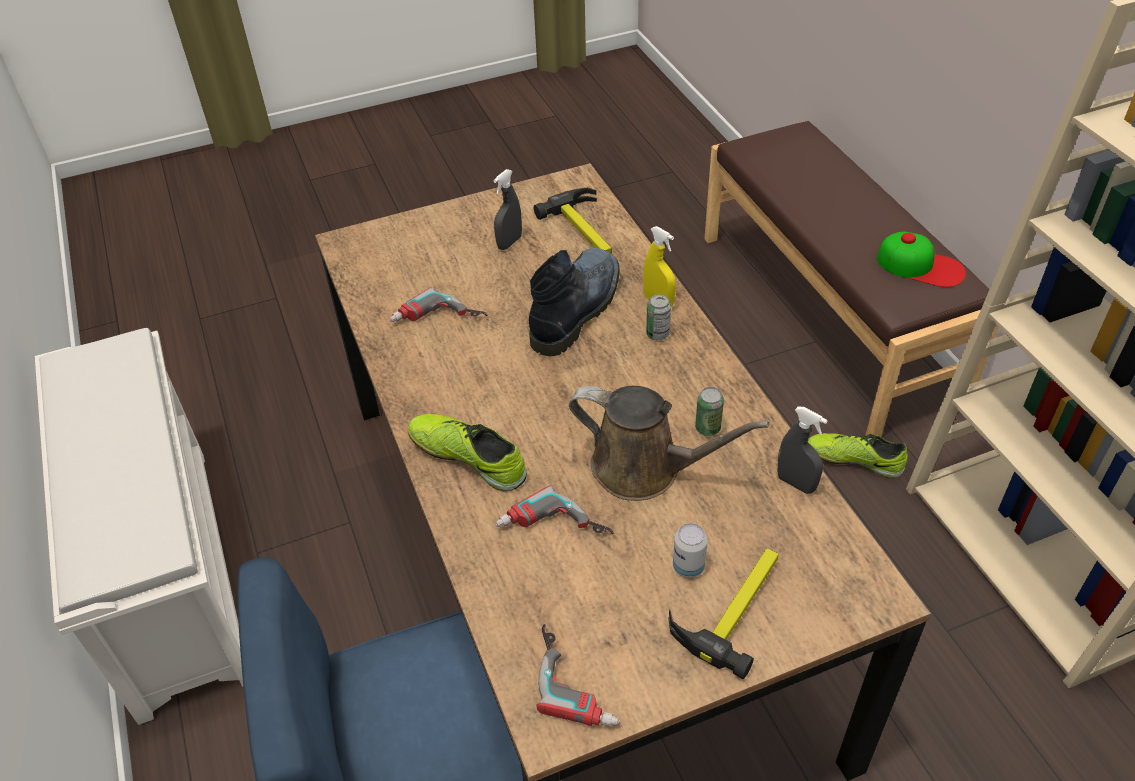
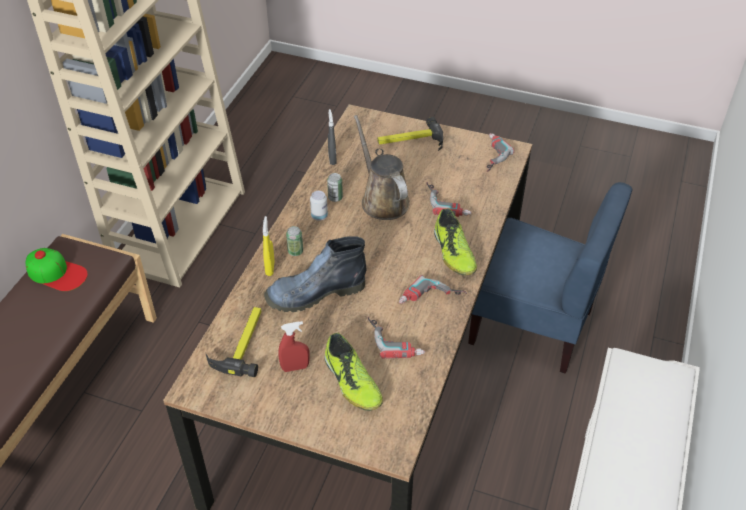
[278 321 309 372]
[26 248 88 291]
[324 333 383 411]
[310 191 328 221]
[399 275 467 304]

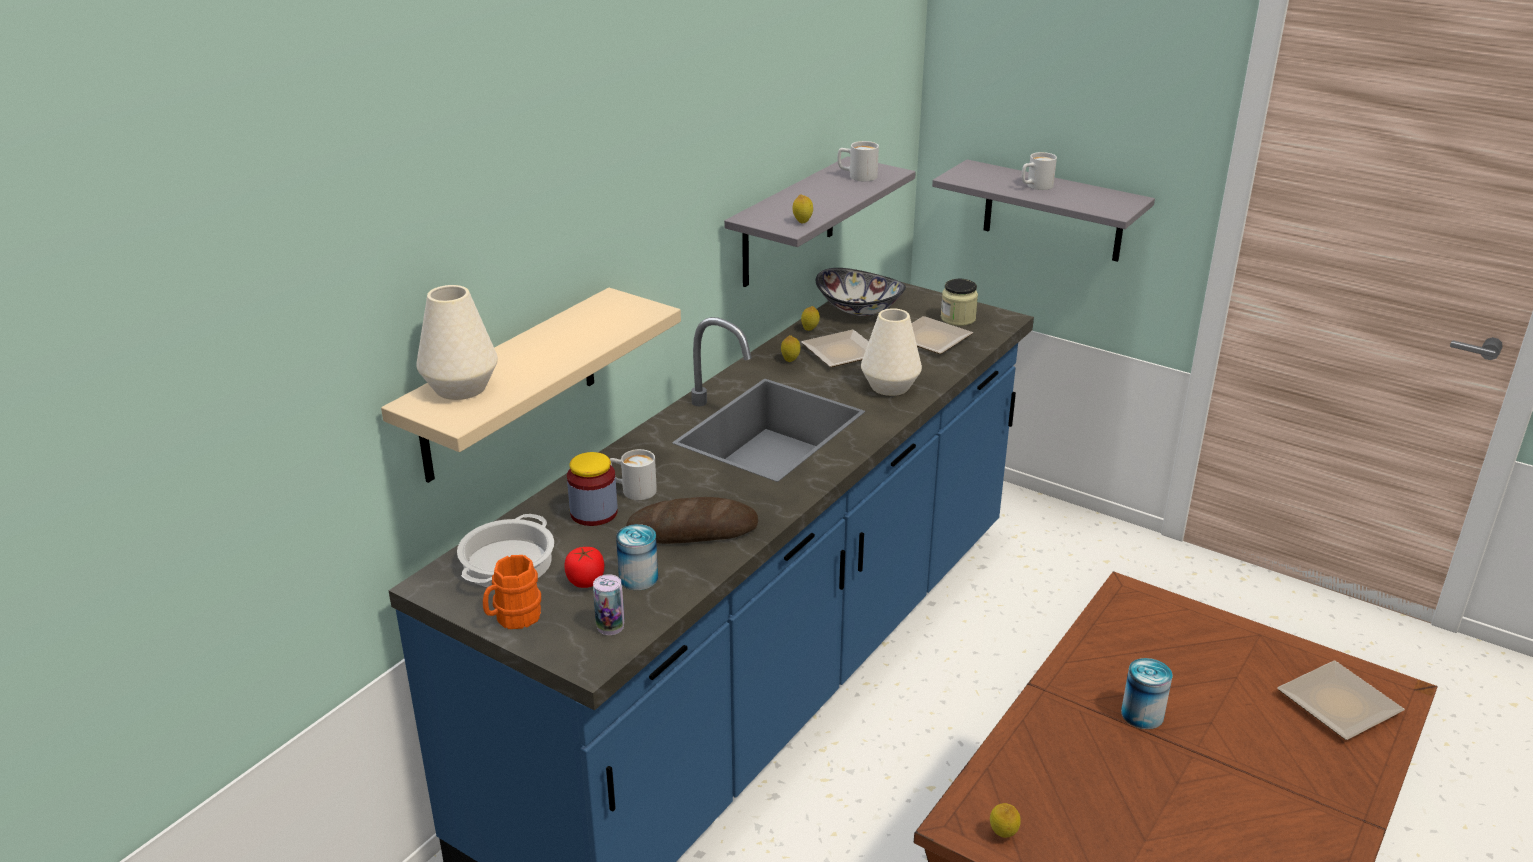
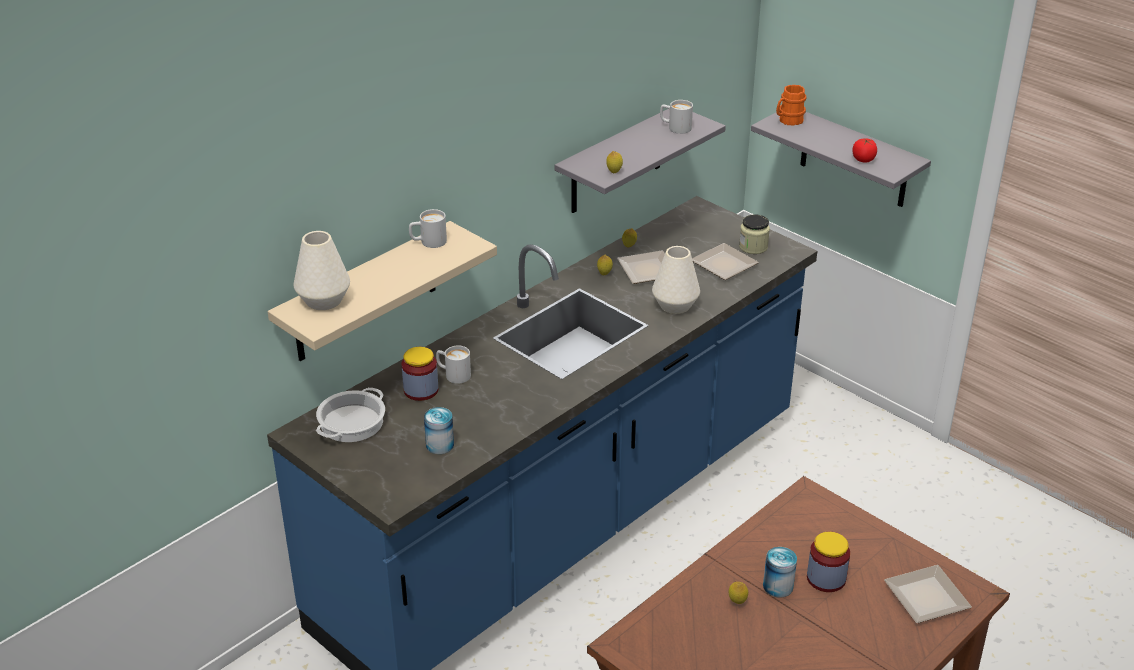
[409 209 447 248]
[816 268 906 316] (first image)
[626 497 758 544] (first image)
[852 138 877 163]
[776 85 807 126]
[593 574 625 635] (first image)
[729 582 748 604]
[807 532 850 592]

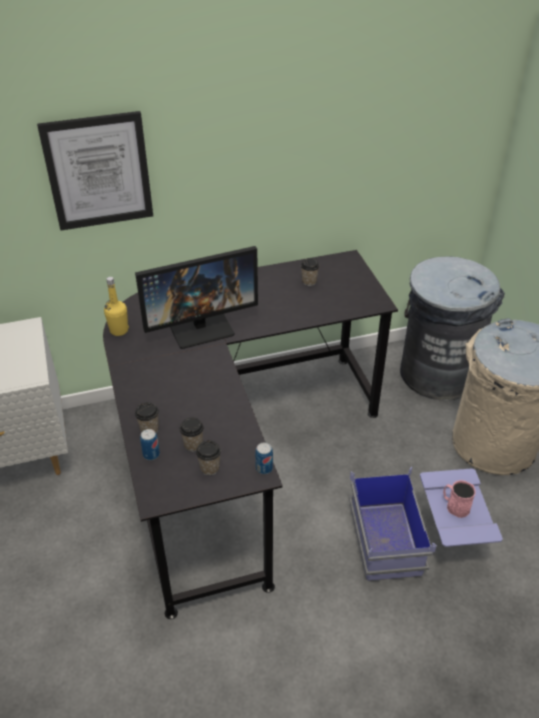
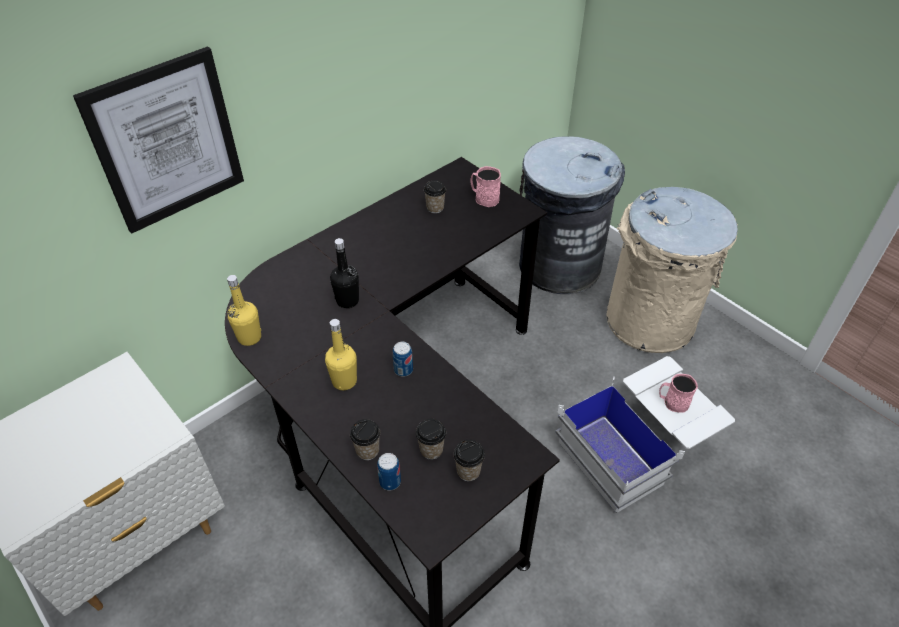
[330 238 359 308]
[393 342 413 377]
[555 356 735 513]
[470 166 501 207]
[325 319 357 390]

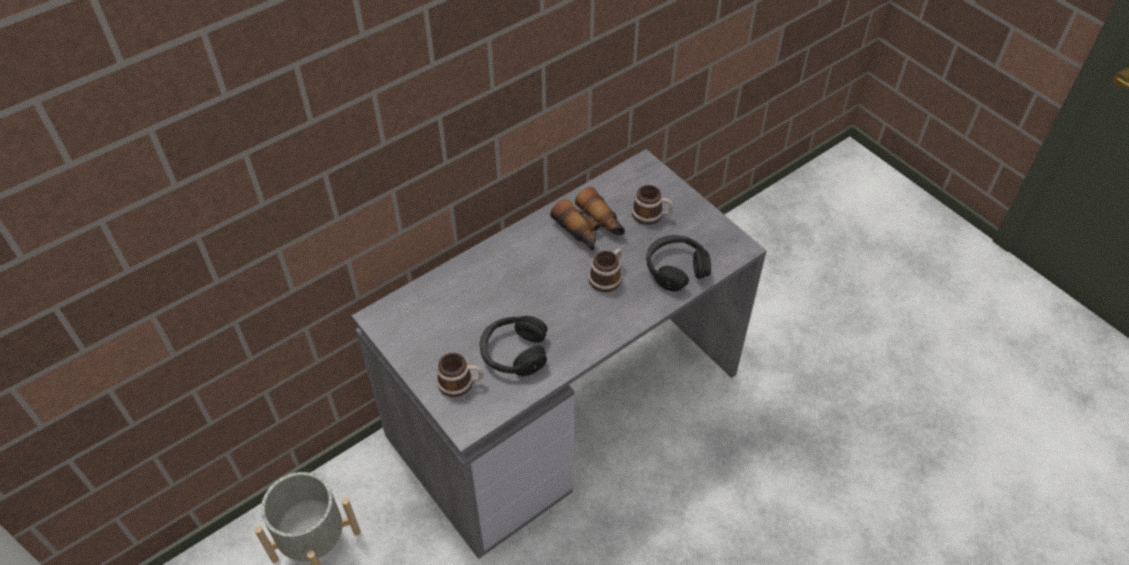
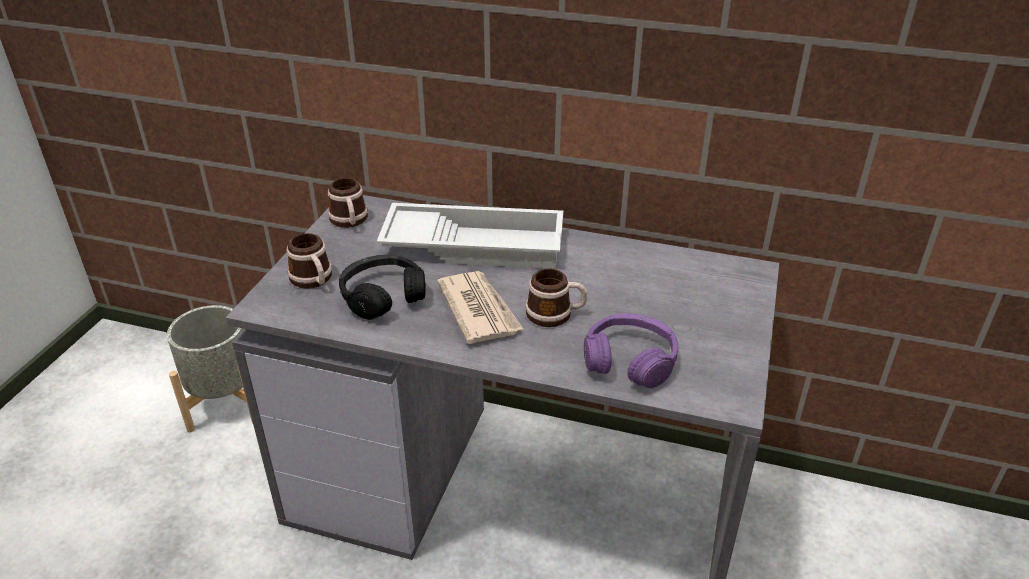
[328 178 368 228]
[550 187 625 251] (first image)
[584 313 678 388]
[377 203 563 269]
[437 271 523 344]

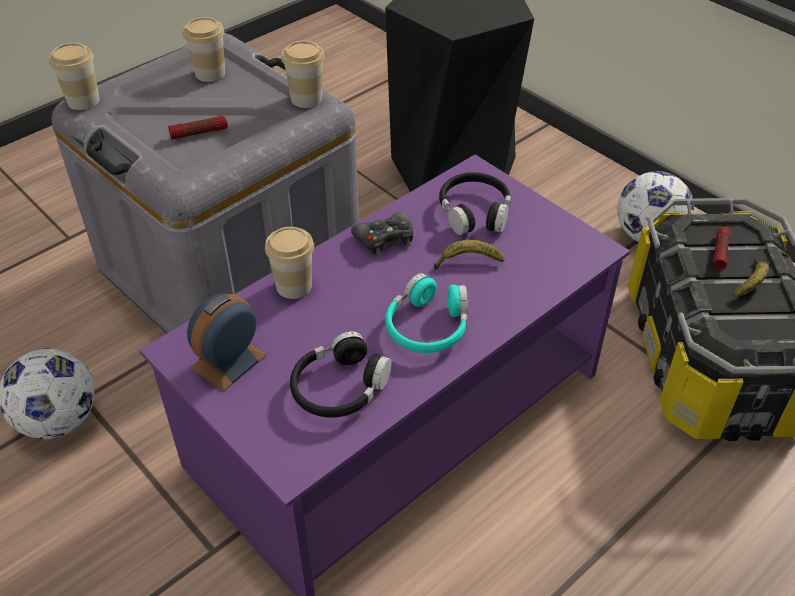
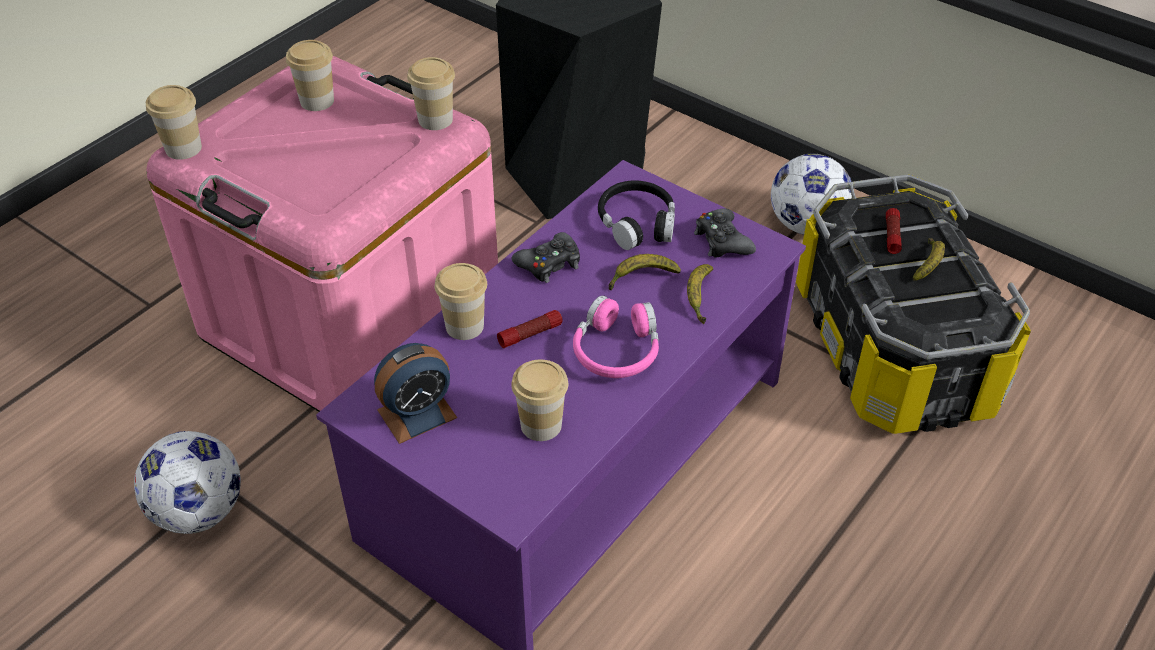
[146 56 498 412]
[497 310 563 348]
[573 296 659 378]
[374 343 457 444]
[511 360 568 441]
[694 208 756 258]
[687 264 714 324]

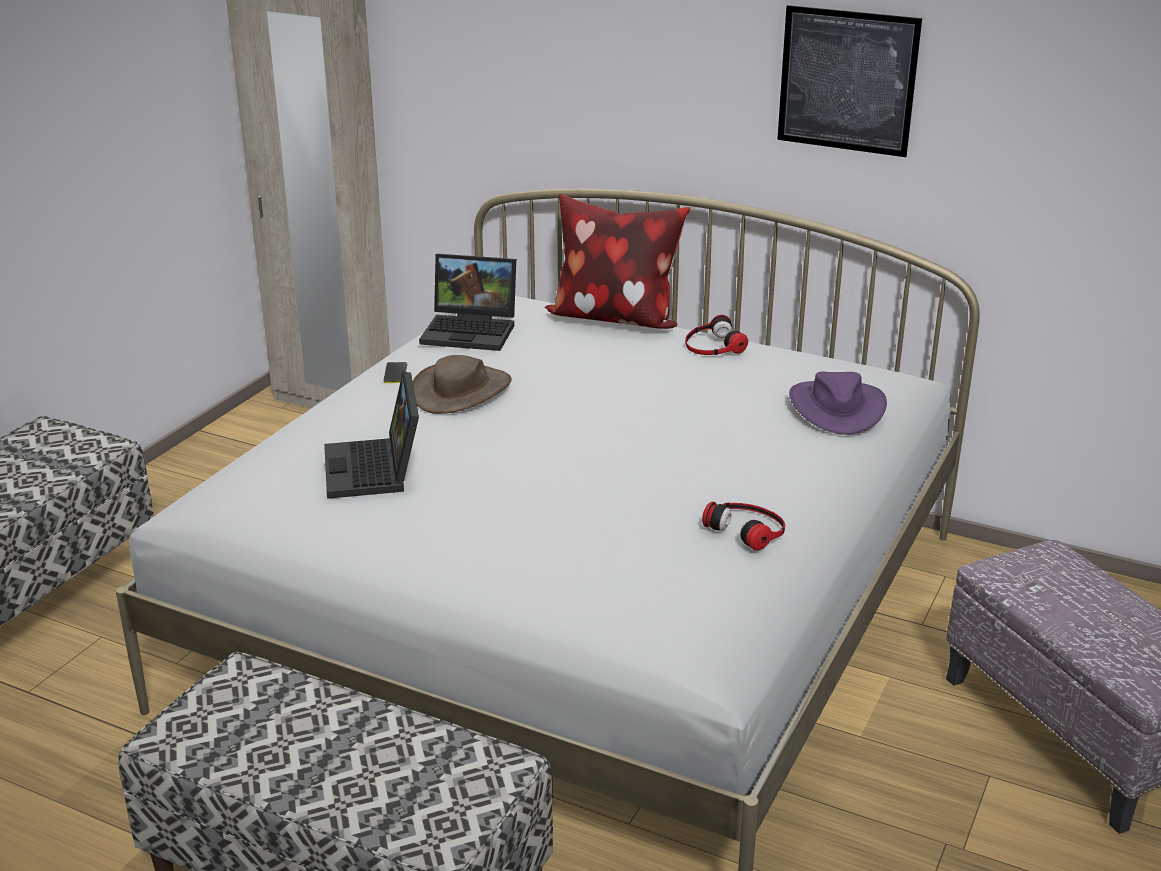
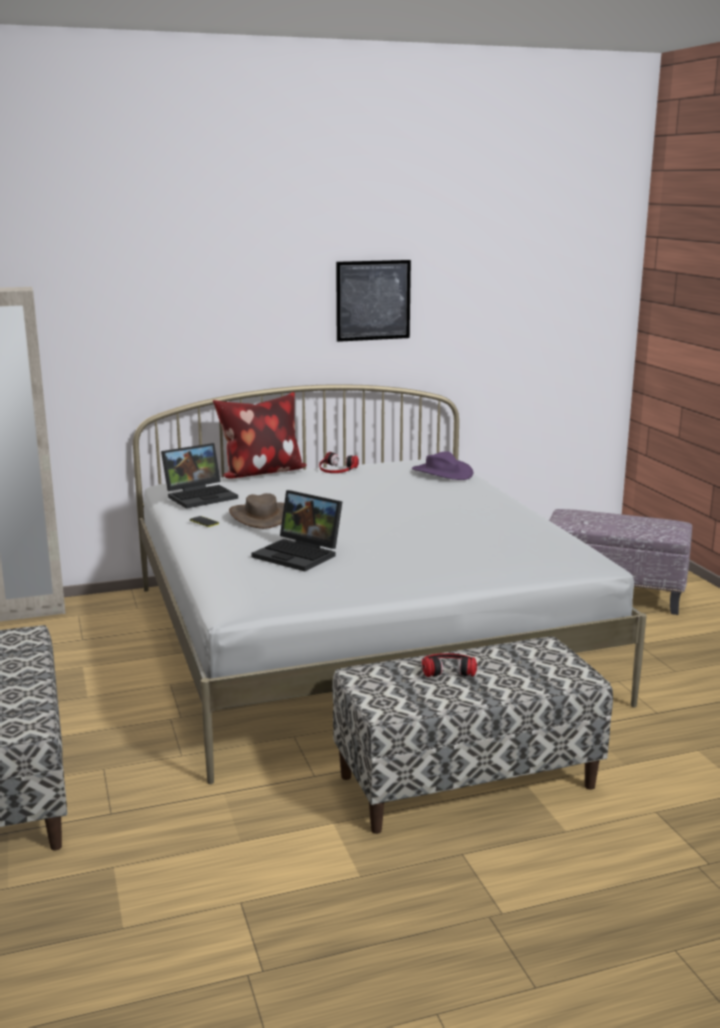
[422 653 477 677]

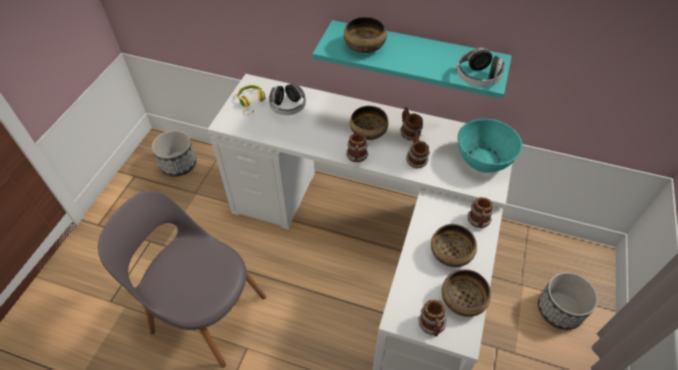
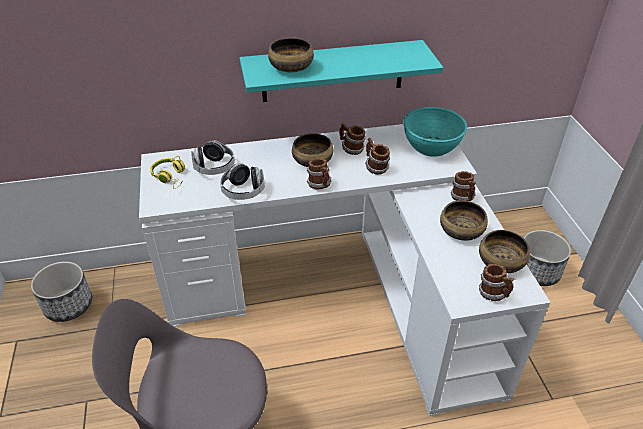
[220 163 265 200]

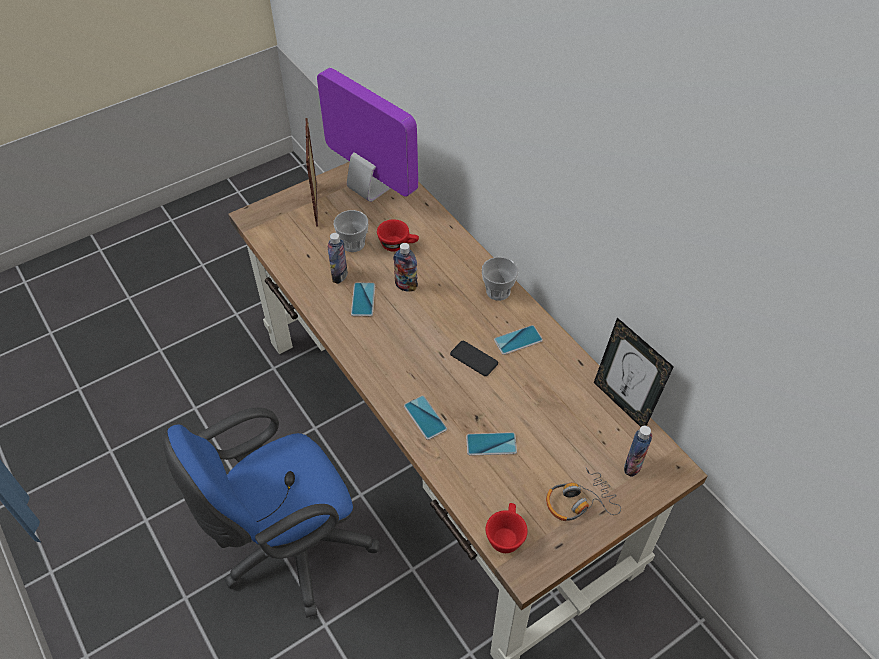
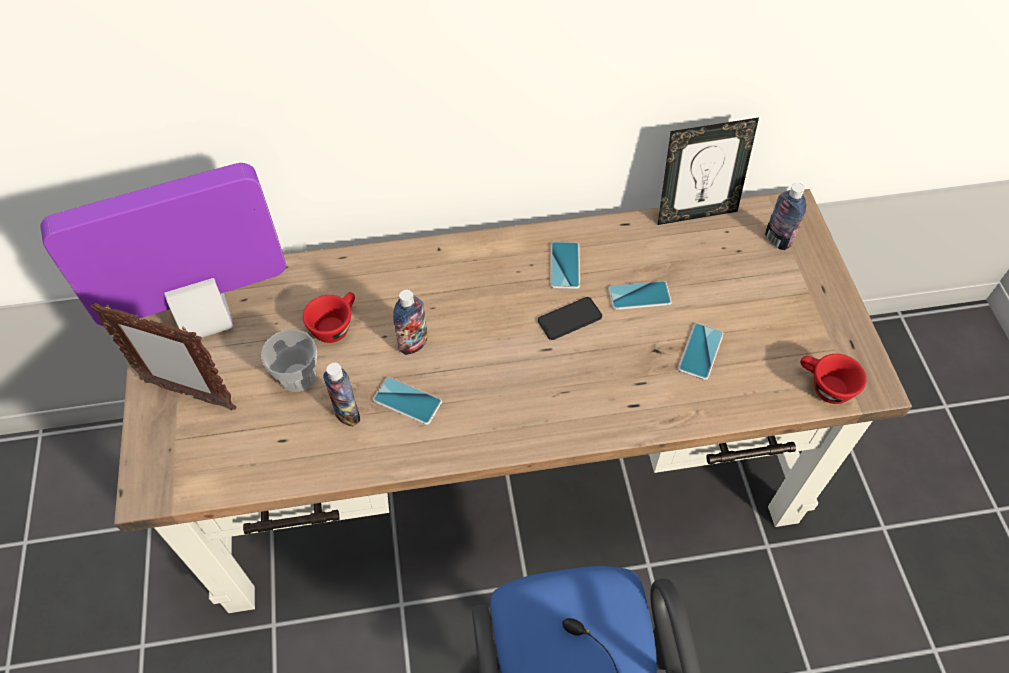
[482 257 518 301] (first image)
[608 281 672 310]
[546 467 621 521] (first image)

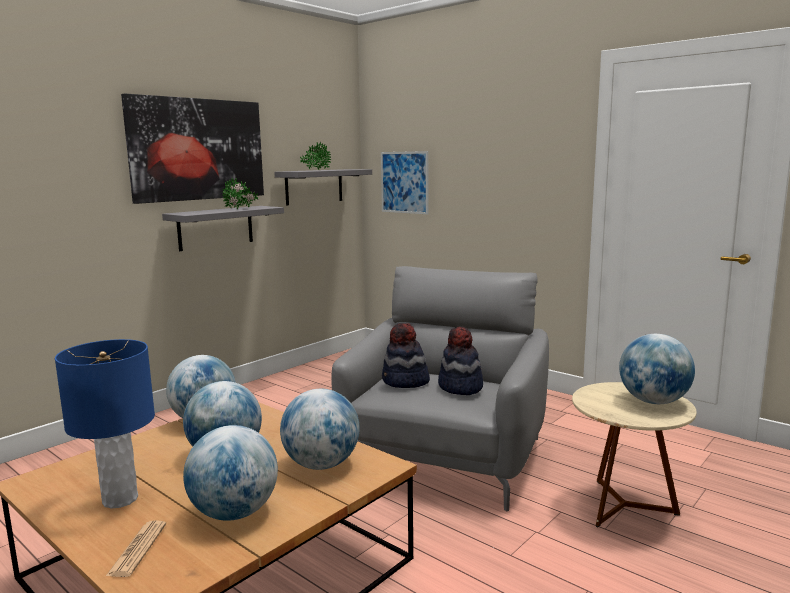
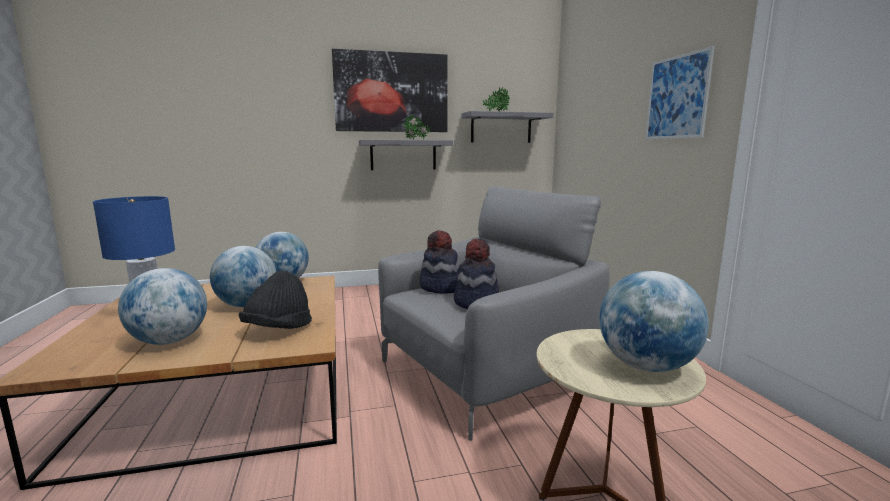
[645 46 715 139]
[239 271 312 329]
[106 520 166 577] (first image)

